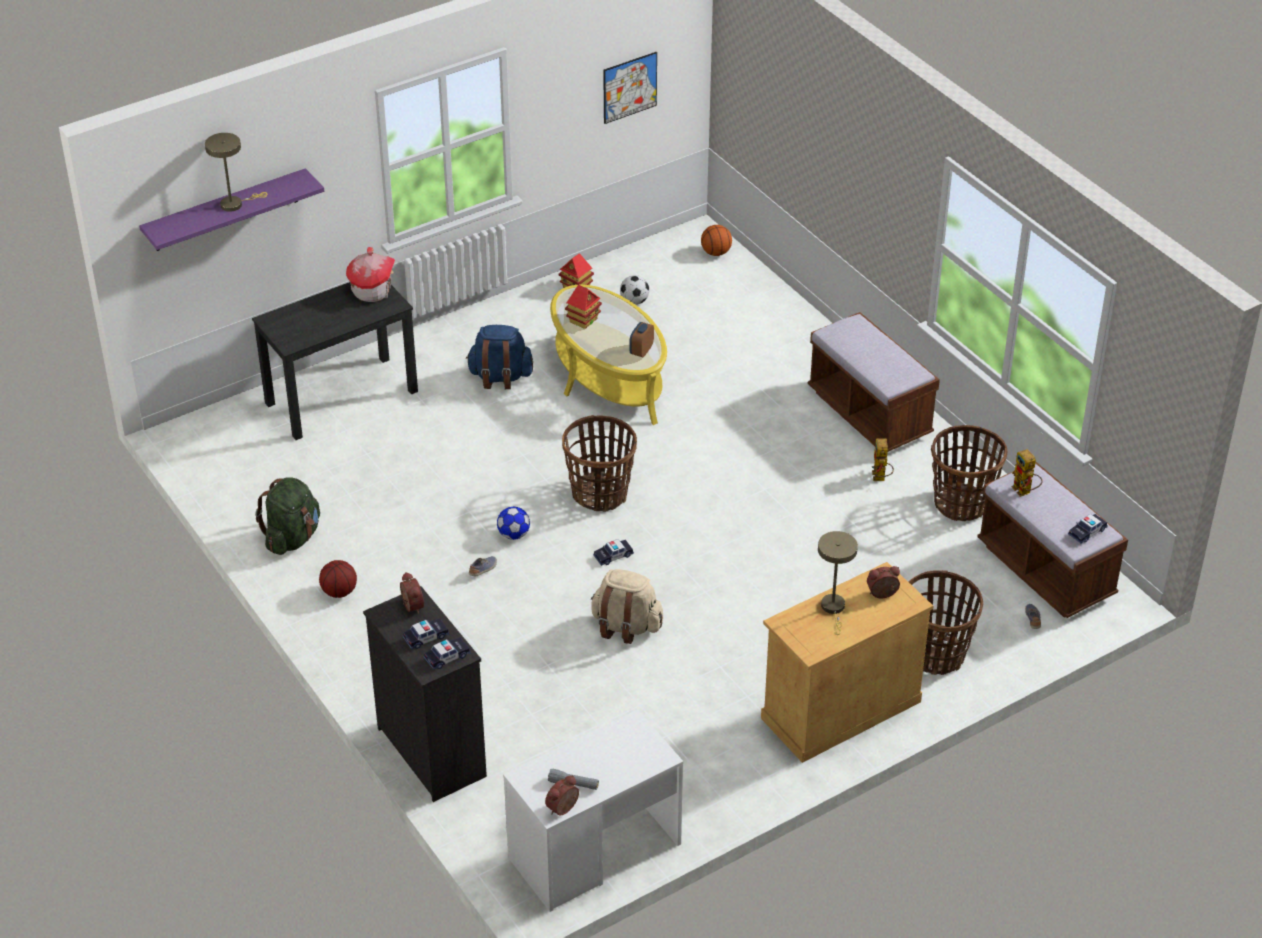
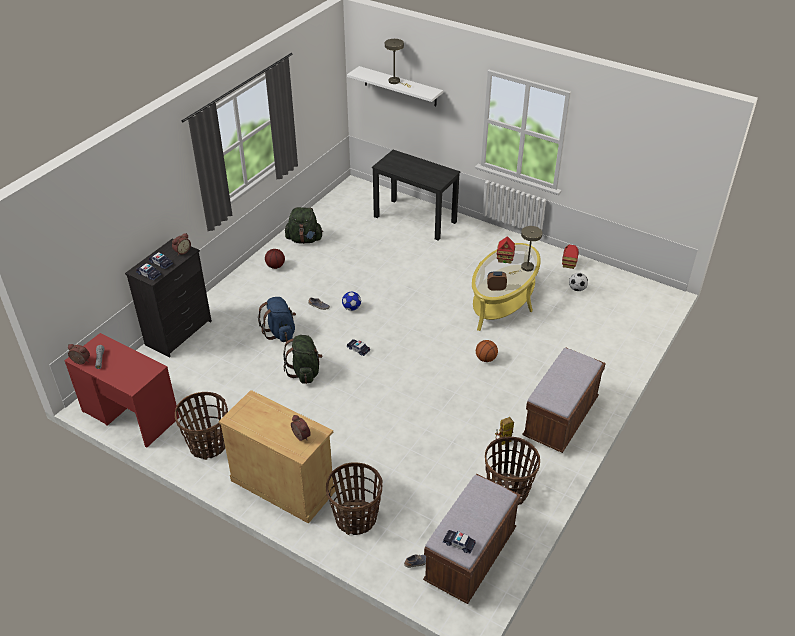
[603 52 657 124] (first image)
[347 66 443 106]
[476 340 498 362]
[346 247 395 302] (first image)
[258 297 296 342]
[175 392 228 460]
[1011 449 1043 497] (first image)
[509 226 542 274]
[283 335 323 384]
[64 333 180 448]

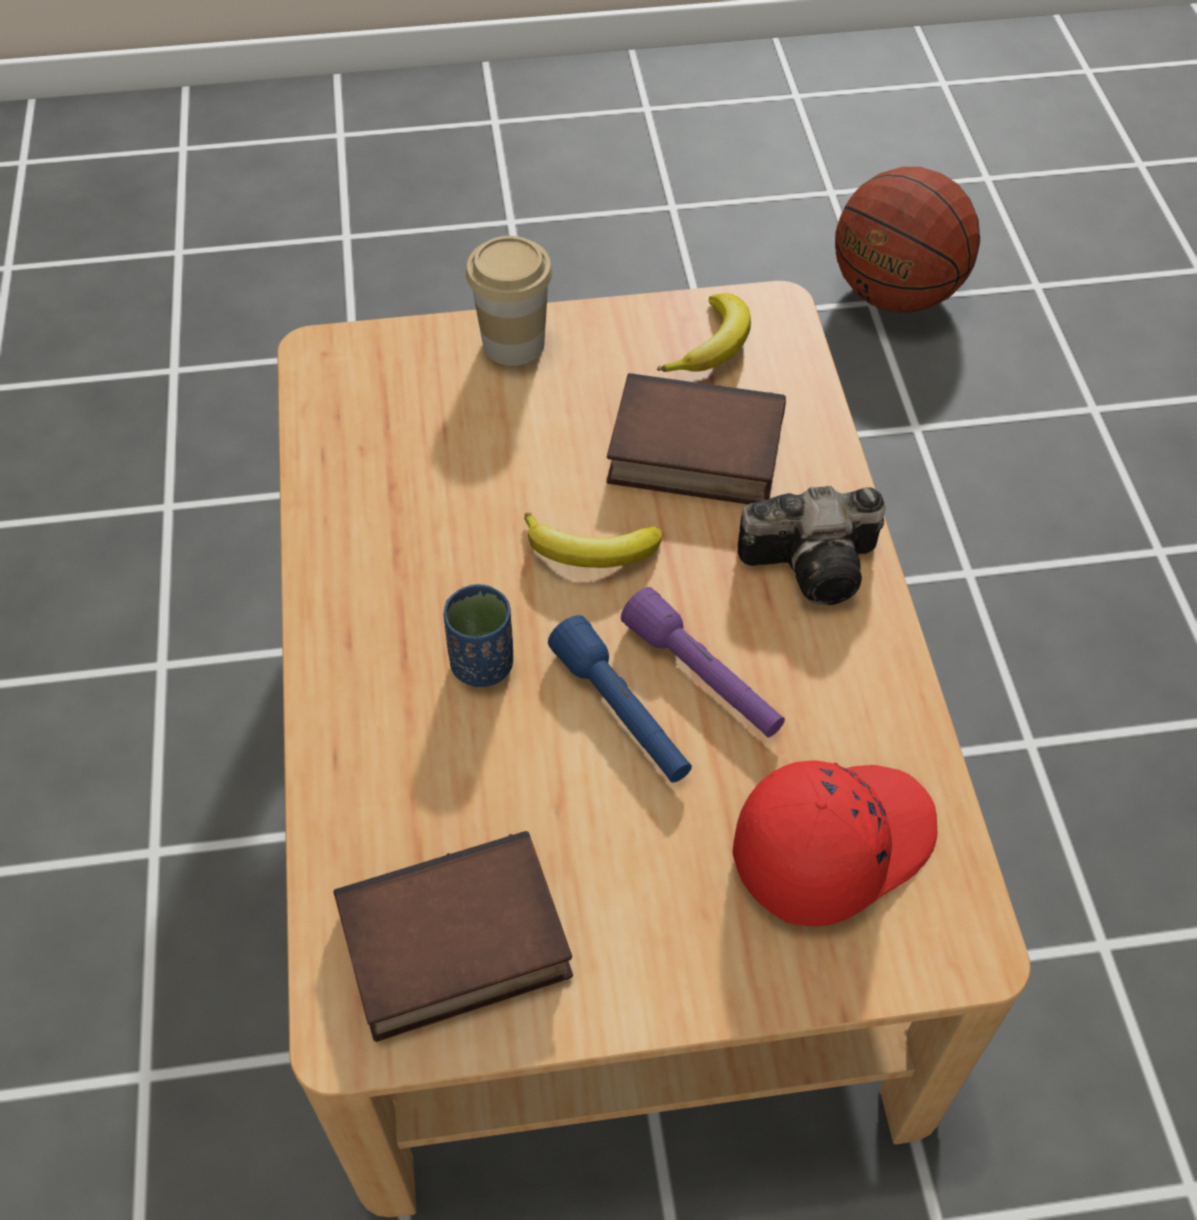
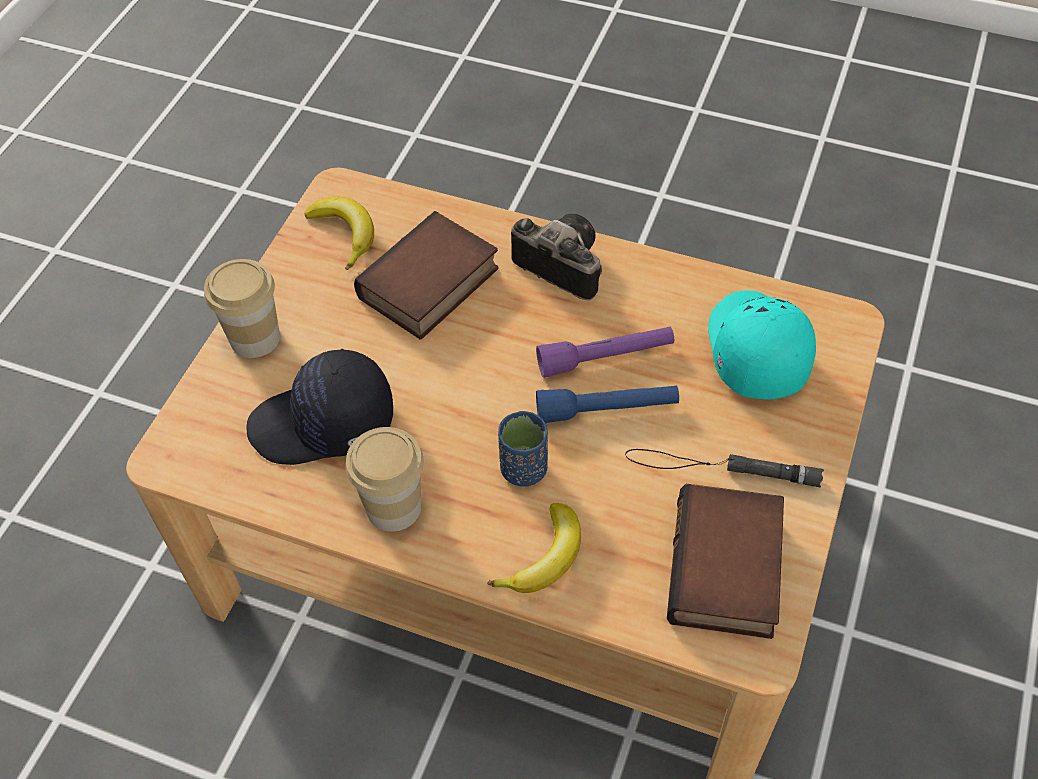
[835 167 980 313] (first image)
[511 214 602 300]
[488 503 581 593]
[708 291 816 399]
[246 349 393 465]
[346 427 424 532]
[625 449 824 487]

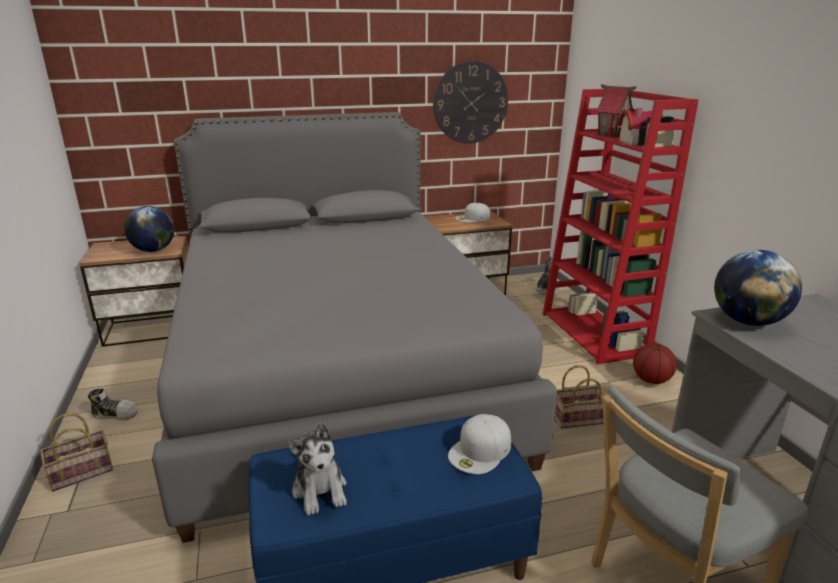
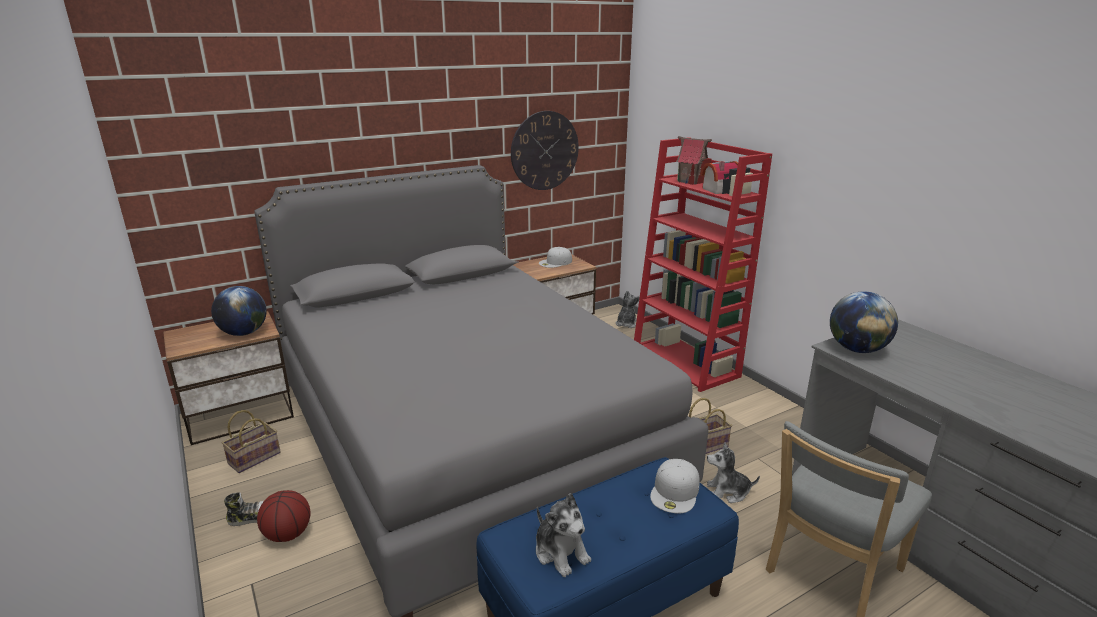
[257 490 310 542]
[222 410 281 473]
[707 442 760 503]

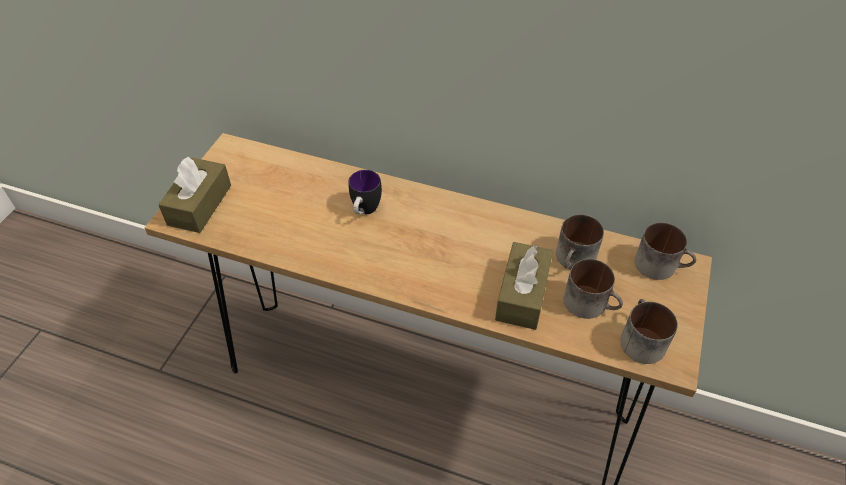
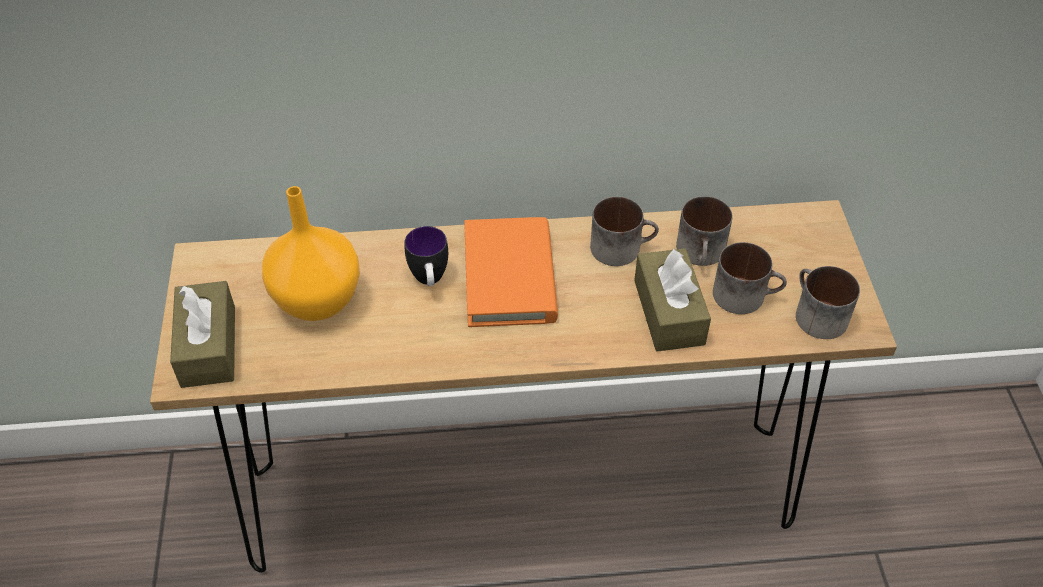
[590 197 659 266]
[262 186 360 321]
[464 217 558 327]

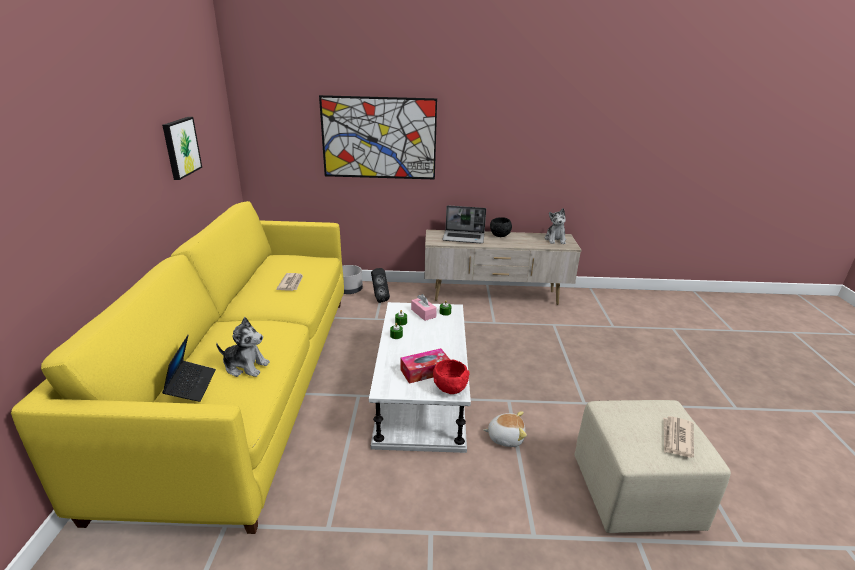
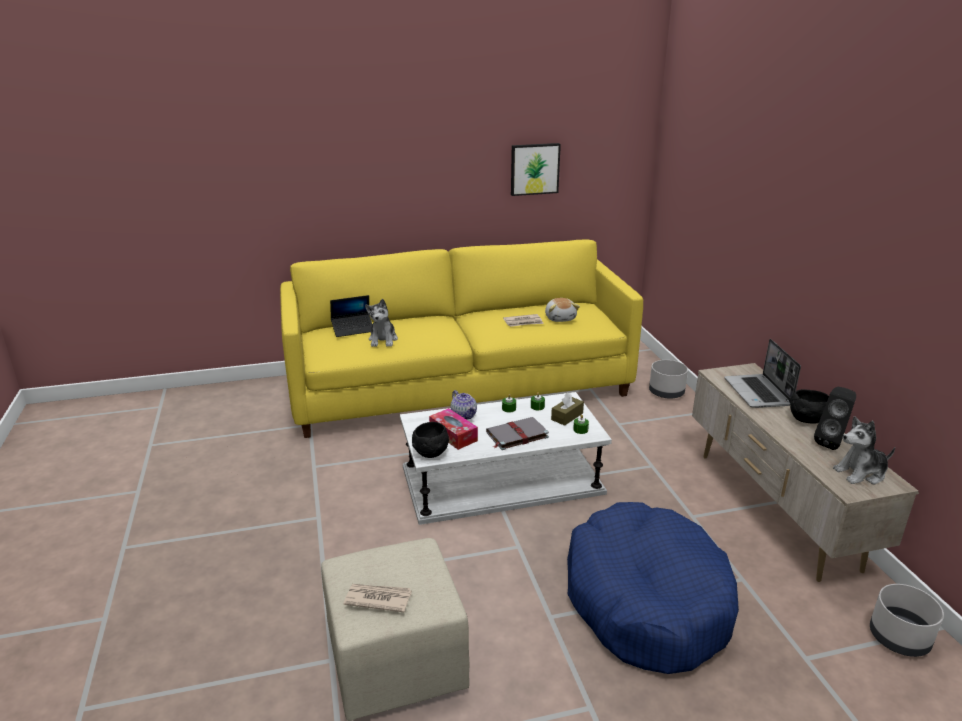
[319 95 437 180] (first image)
[814 386 856 450]
[551 393 584 426]
[412 422 449 458]
[545 298 580 322]
[450 390 477 420]
[486 417 549 450]
[567 502 739 674]
[870 584 944 657]

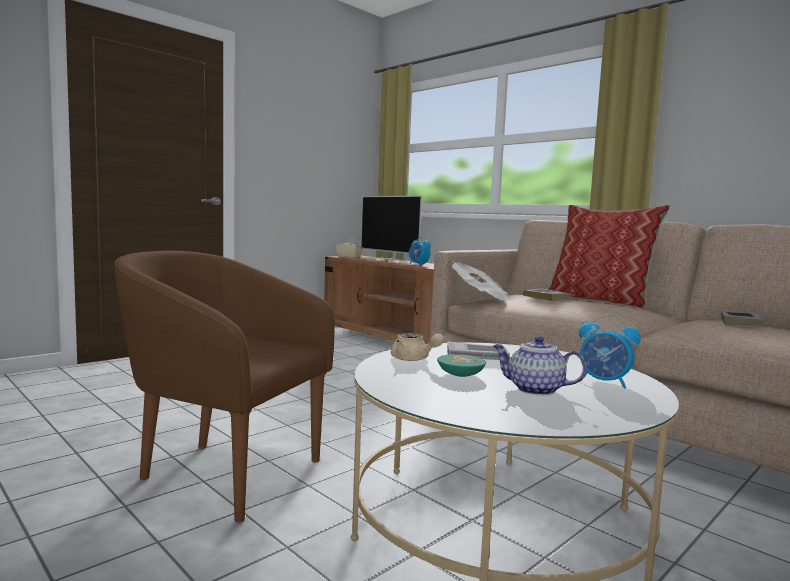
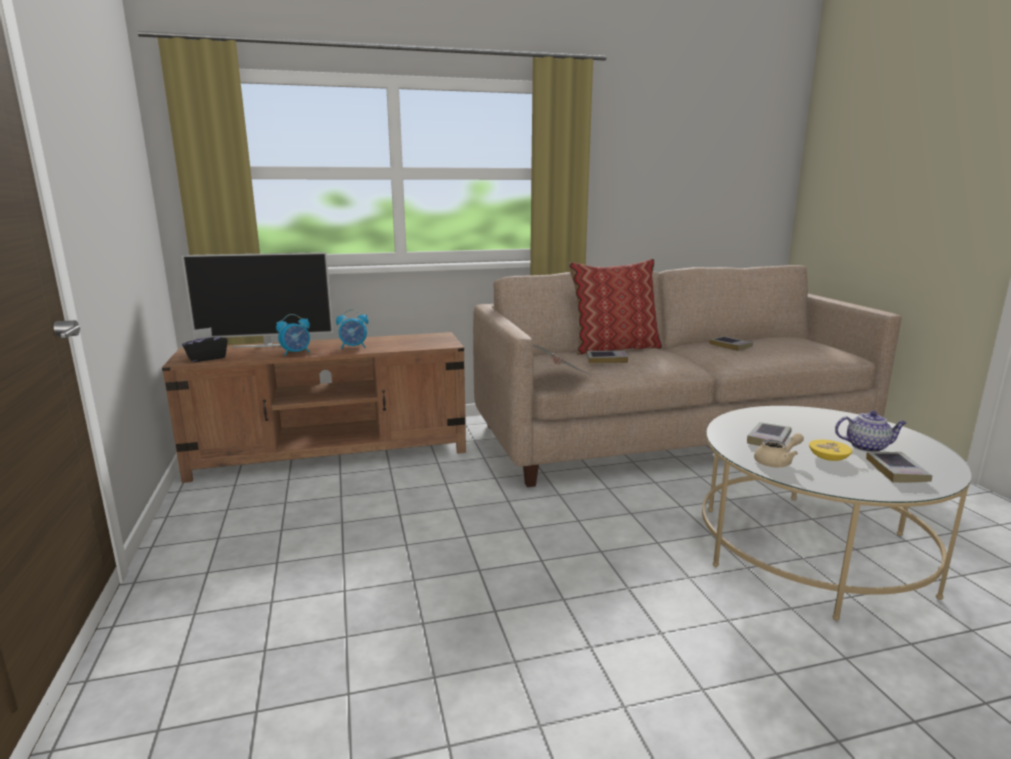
[182 327 228 362]
[115 251 335 522] (first image)
[276 314 310 356]
[835 411 907 452]
[809 440 852 461]
[866 452 932 483]

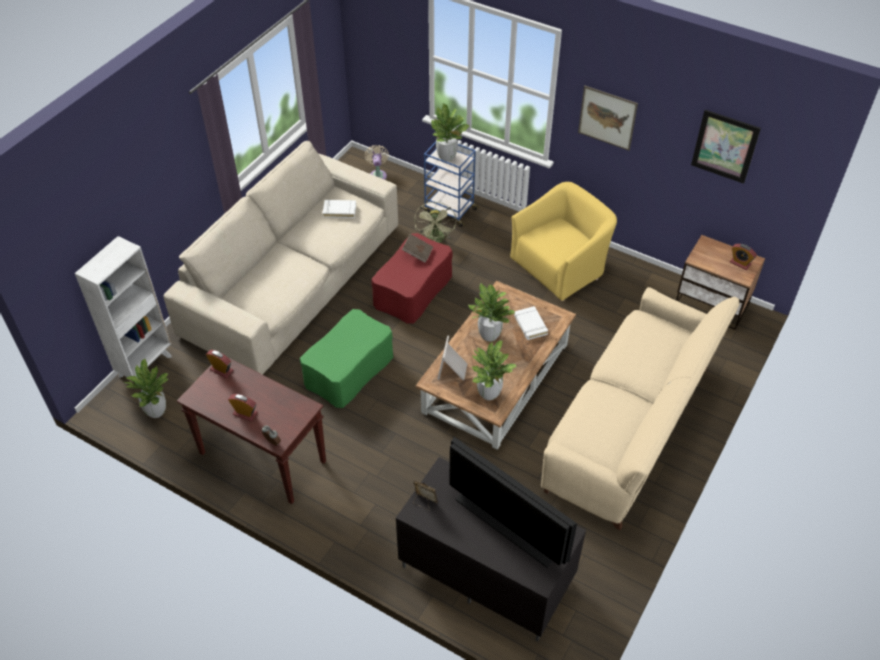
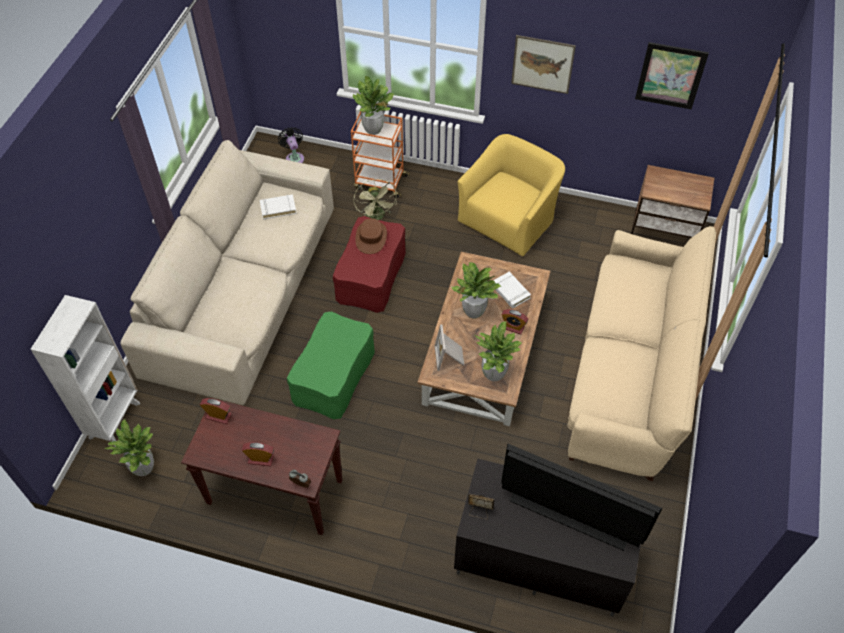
[351 111 410 198]
[278 127 304 163]
[355 218 387 254]
[501 309 528 335]

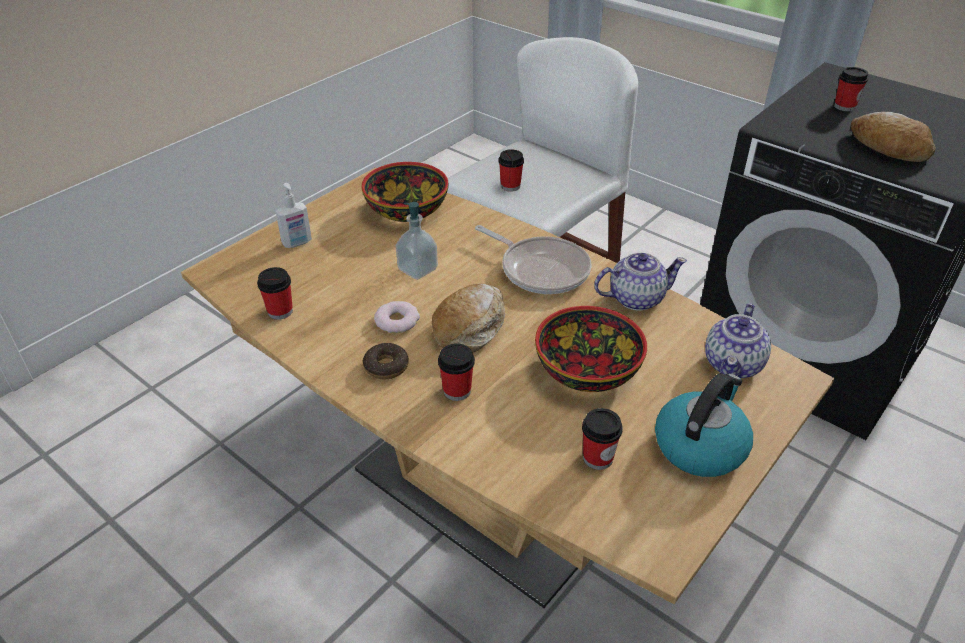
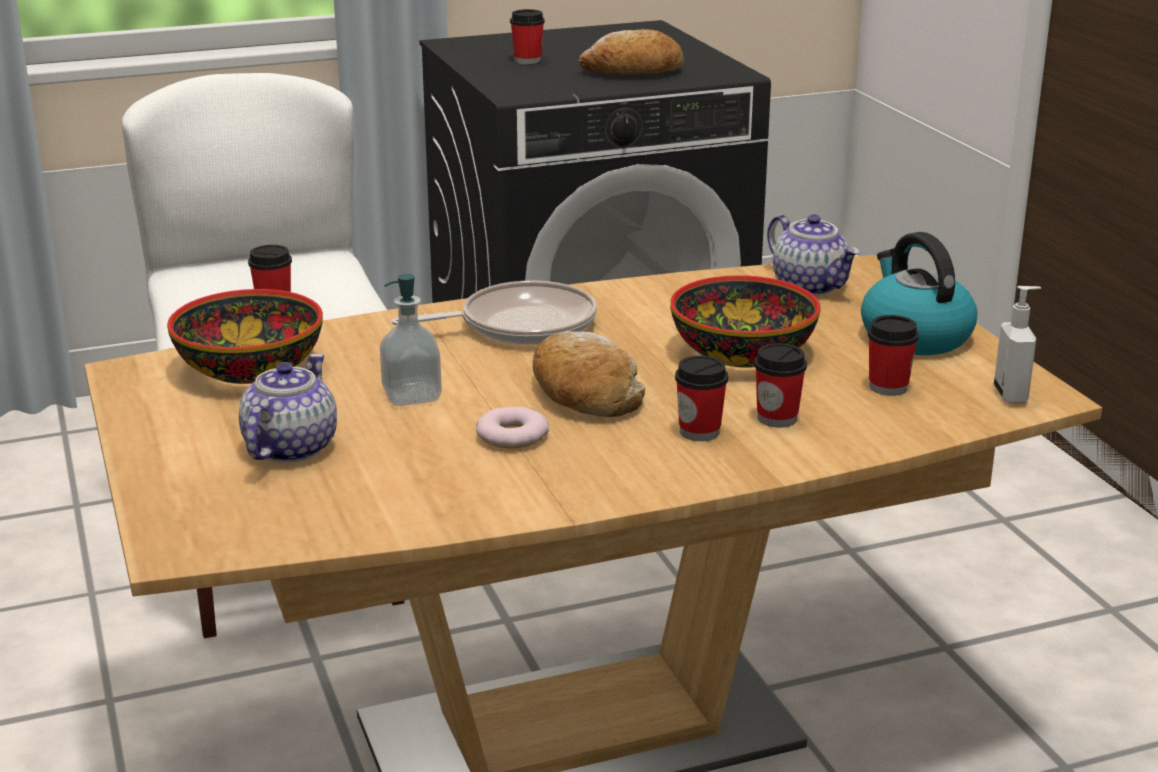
[994 286 1041 404]
[239 353 337 463]
[754 343 807 427]
[363 343 409 379] (first image)

